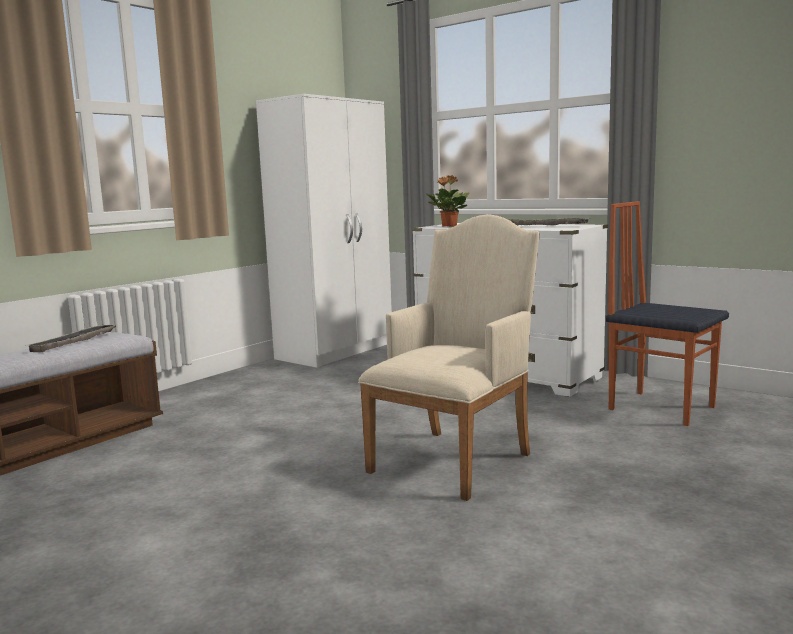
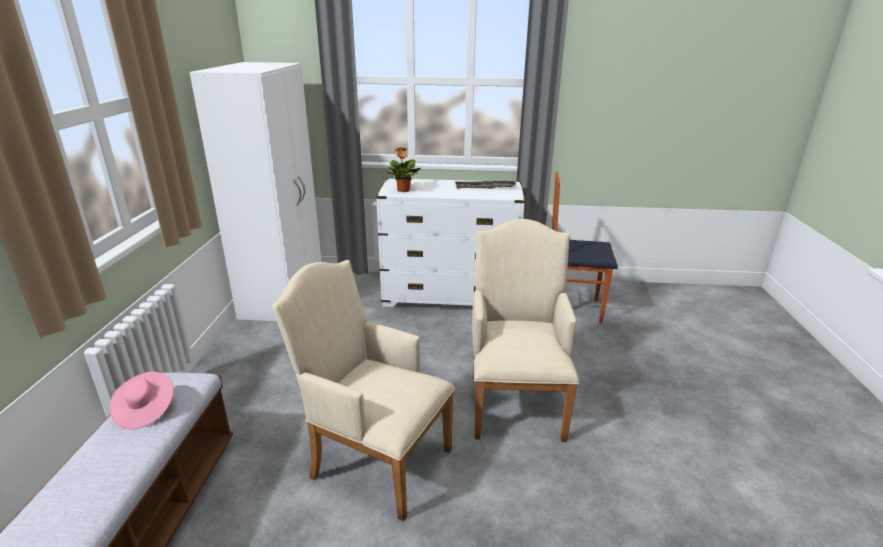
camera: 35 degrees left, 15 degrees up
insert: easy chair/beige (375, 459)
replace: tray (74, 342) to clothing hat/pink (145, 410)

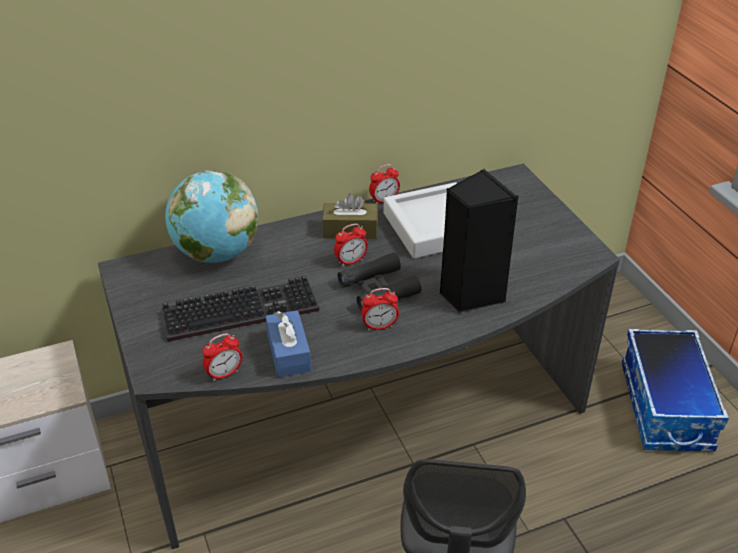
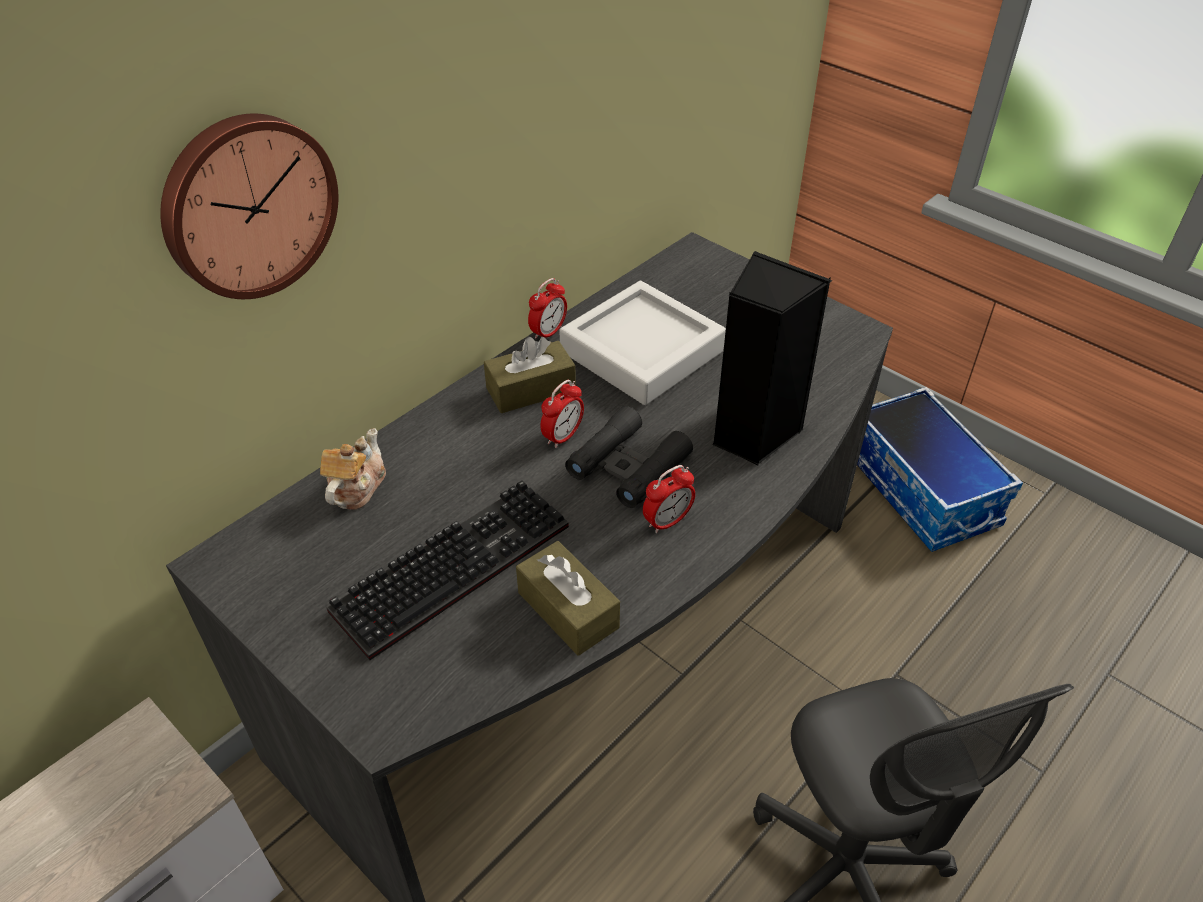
camera: 25 degrees left, 5 degrees up
delete: alarm clock (224, 374)
insert: wall clock (247, 205)
replace: globe (216, 254) to teapot (356, 487)
recolor: tissue holder/blue (288, 353) to tissue holder/brown-coloured (568, 610)

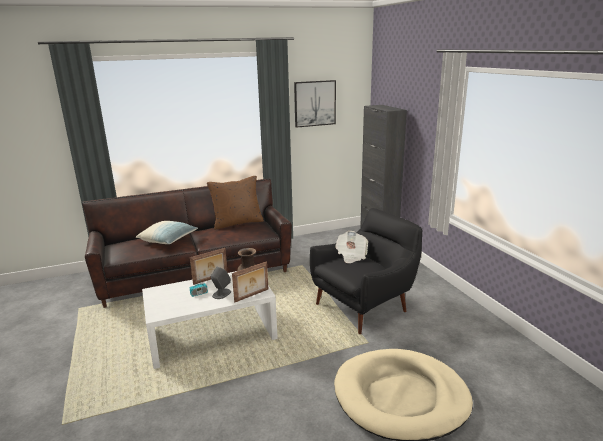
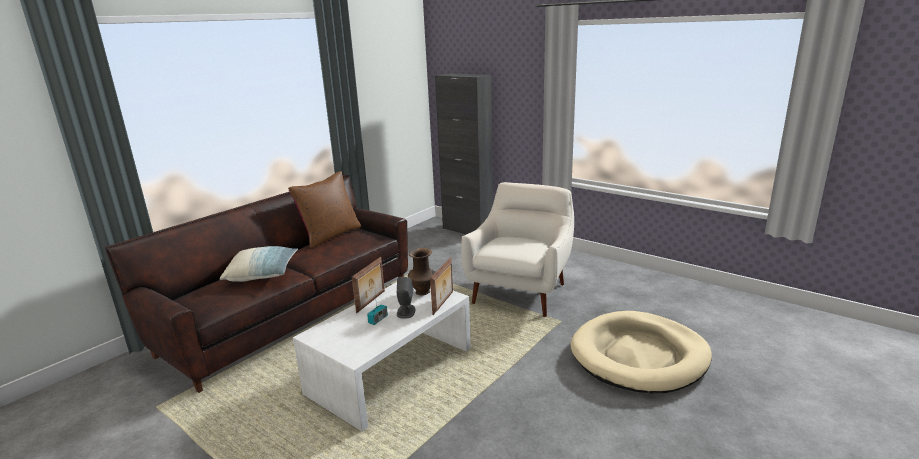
camera: 30 degrees left, 0 degrees up
delete: picture (314, 103); printed paper (351, 255)
recolor: easy chair/black-coloured (364, 306) to easy chair/white (520, 291)

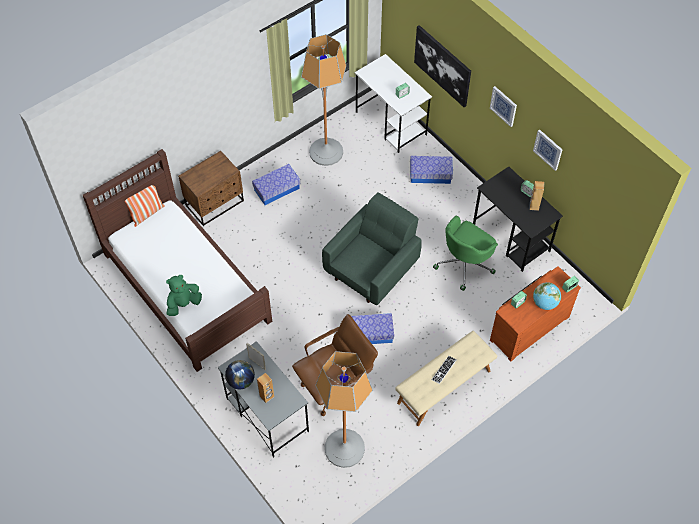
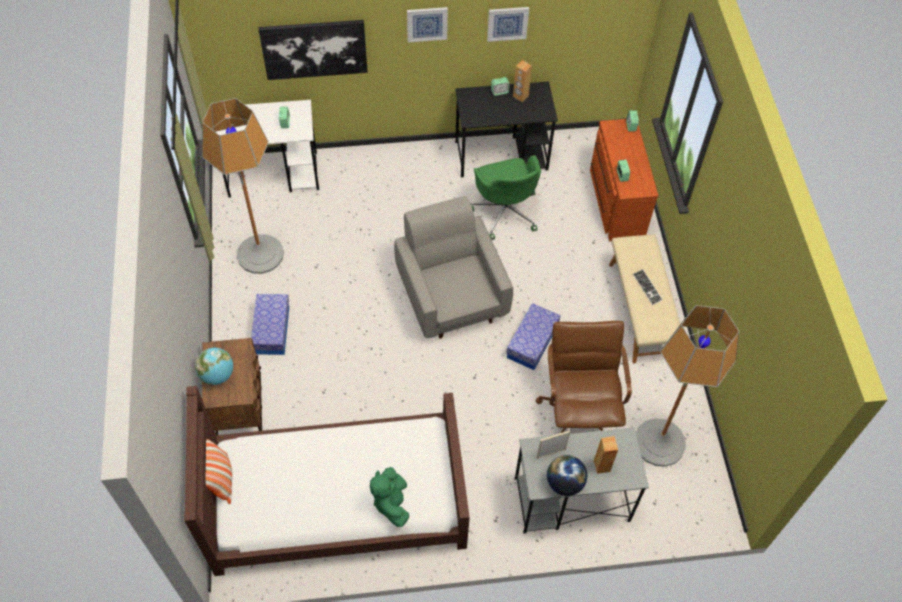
camera: 60 degrees left, 0 degrees up
delete: storage container (430, 174)
move: globe (545, 303) to (217, 375)
recolor: easy chair/green (372, 269) to easy chair/gray (451, 295)

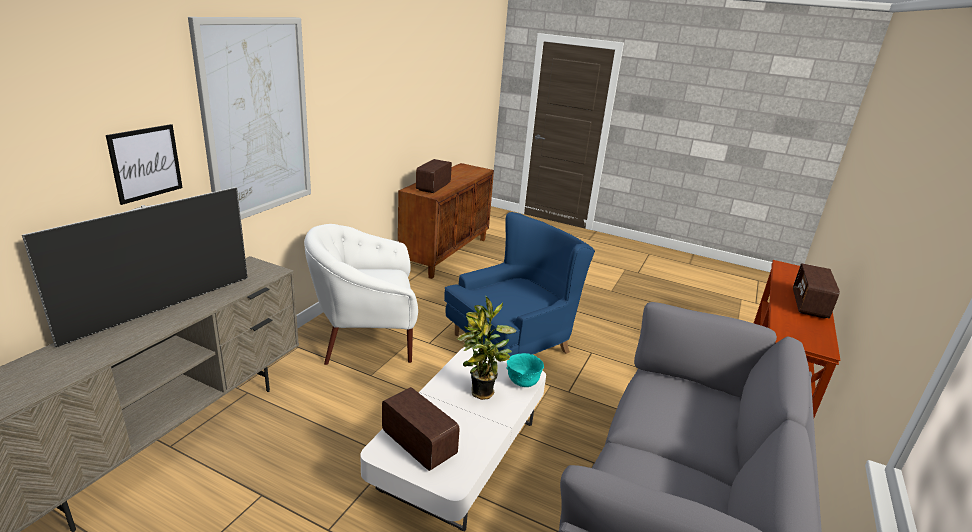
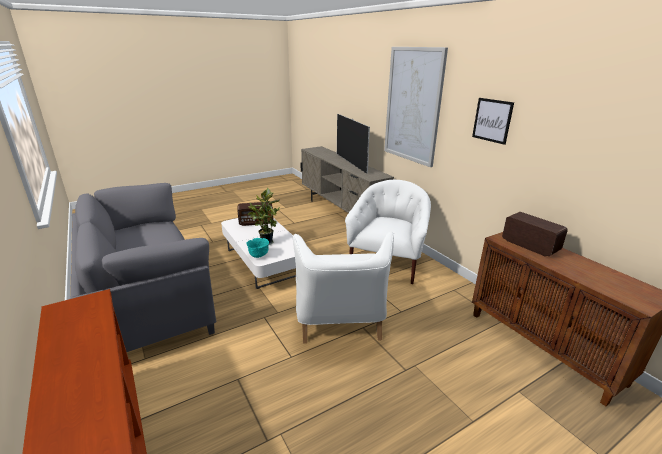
camera: 125 degrees right, 0 degrees up
delete: radio (809, 305)
move: picture (146, 163) to (492, 120)
recolor: easy chair/blue (514, 342) to easy chair/white (339, 319)

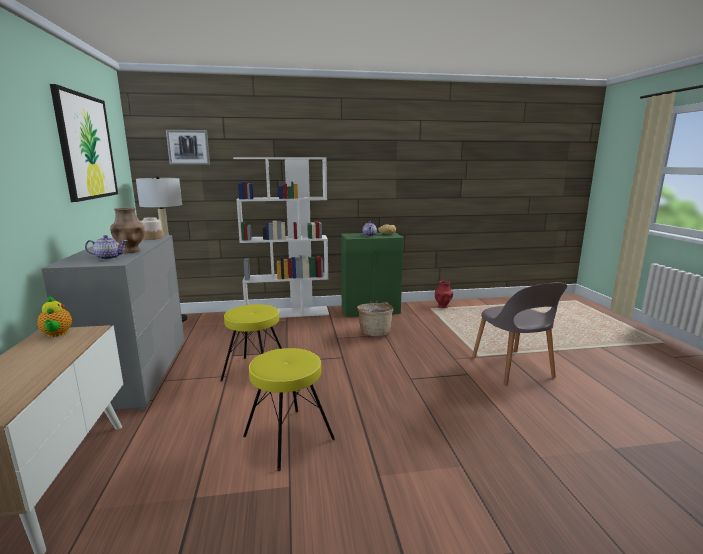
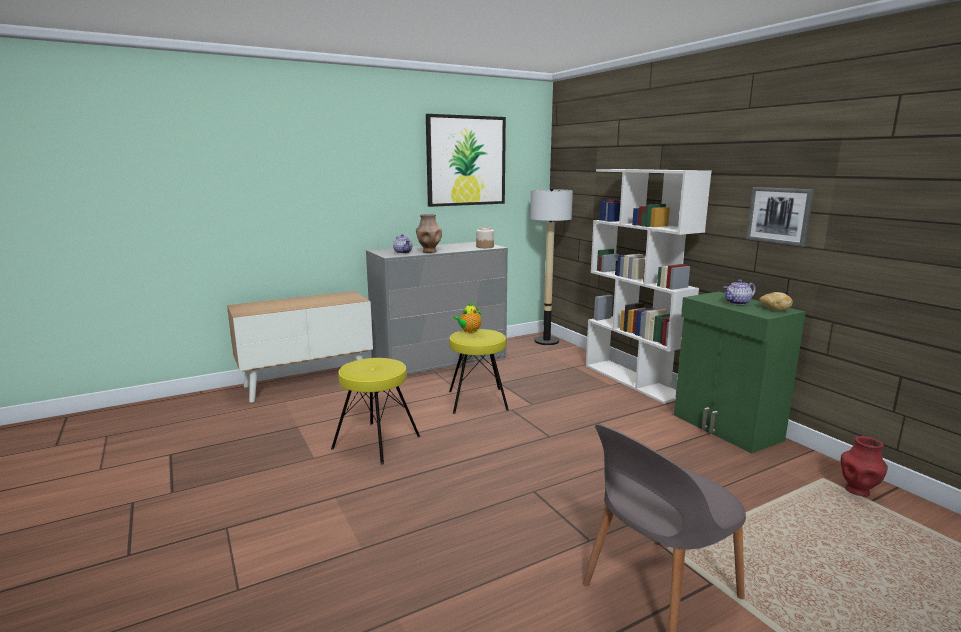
camera: 70 degrees right, 0 degrees up
delete: basket (375, 332)
move: teapot (57, 334) to (469, 331); picture (188, 147) to (779, 215)

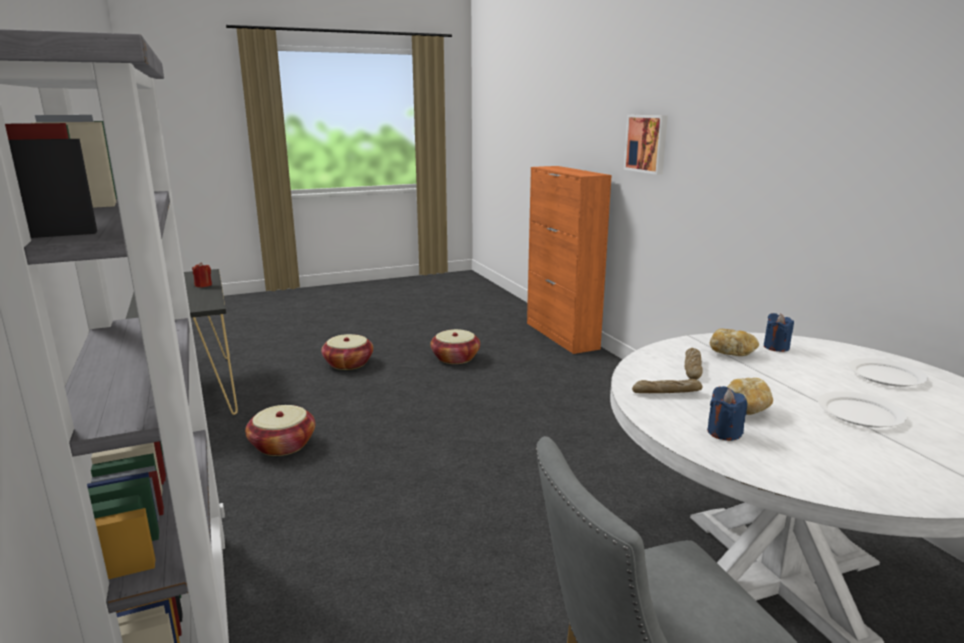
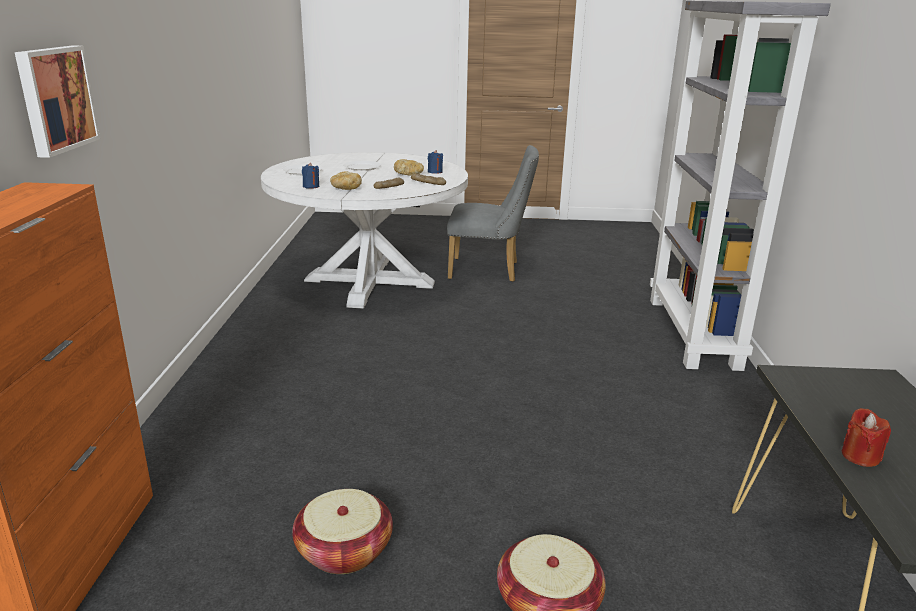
camera: 155 degrees left, 5 degrees up
delete: basket (282, 445)

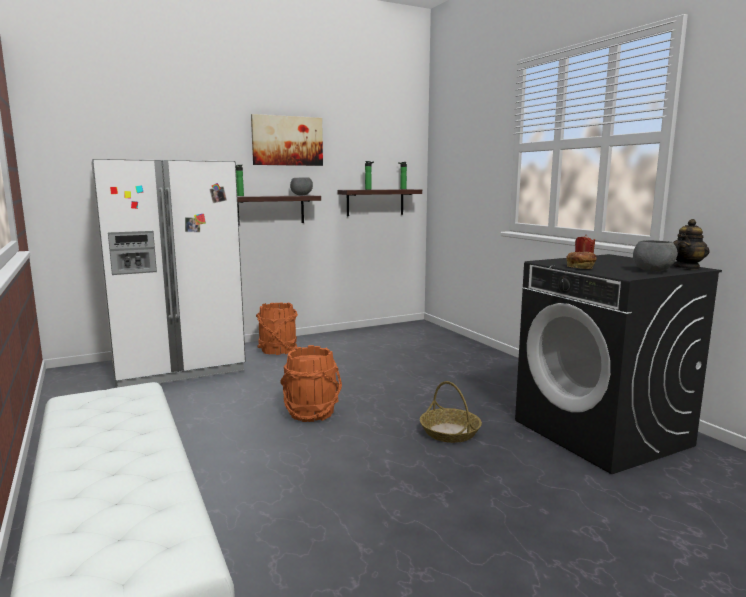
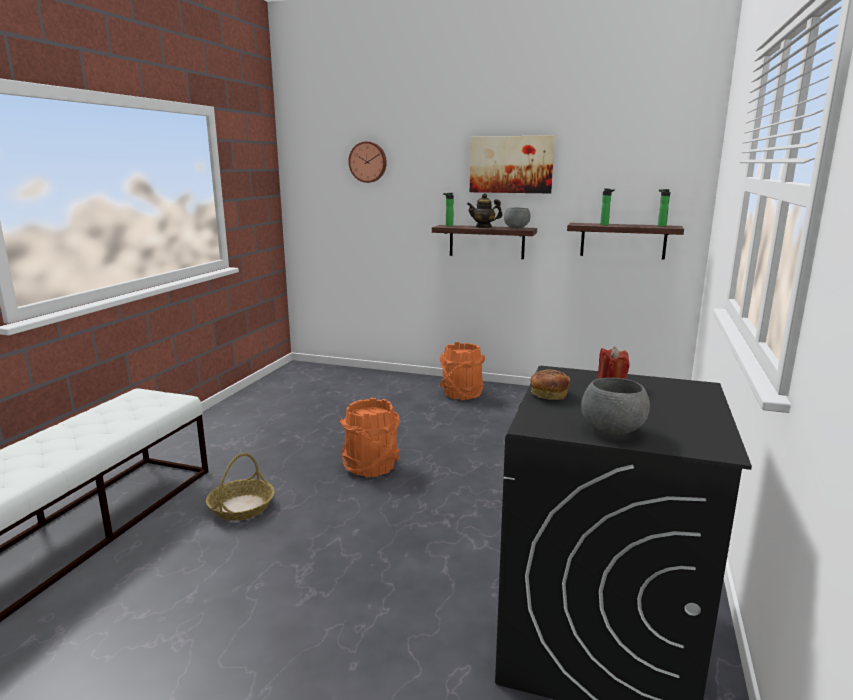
camera: 45 degrees right, 5 degrees up
delete: kitchen fridge/white (177, 366)
insert: wall clock (368, 162)
move: basket (450, 432) to (241, 507); teapot (687, 267) to (484, 227)

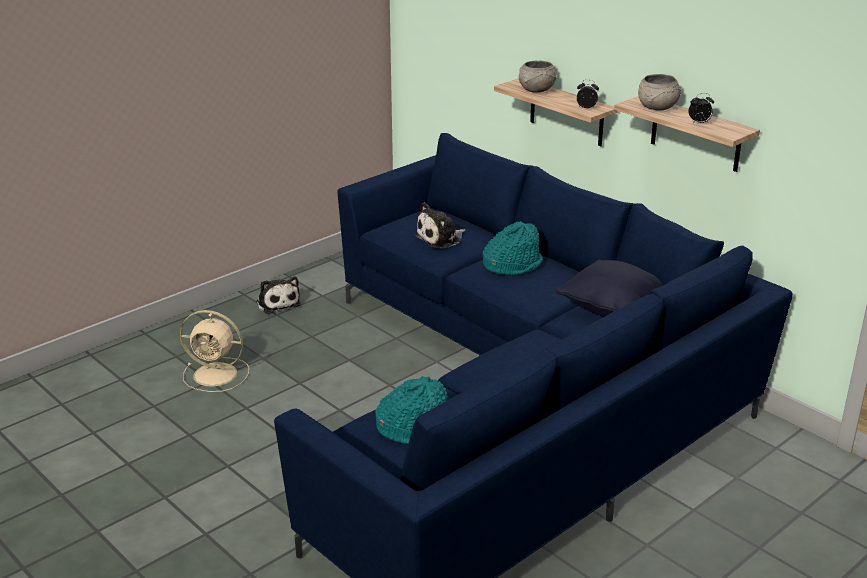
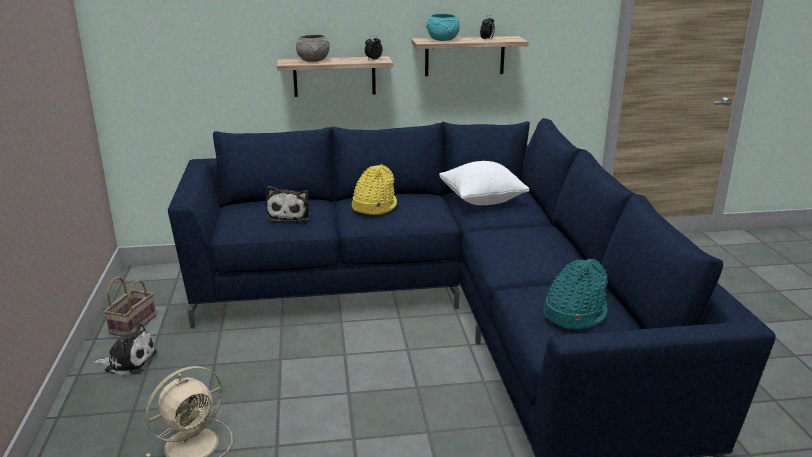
camera: 55 degrees left, 5 degrees down
insert: basket (133, 324)
recolor: clothing hat/turquoise (512, 265) to clothing hat/yellowish (373, 206); pillow/black-coloured (612, 309) to pillow/white (482, 200); serving bowl/gray (658, 107) to serving bowl/turquoise (443, 40)

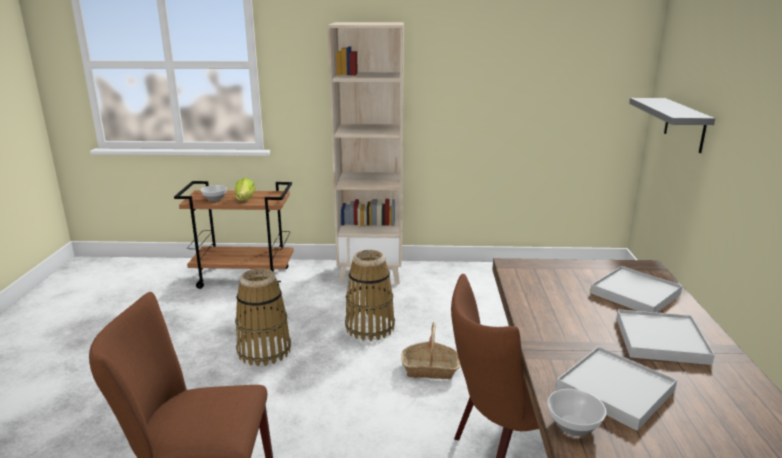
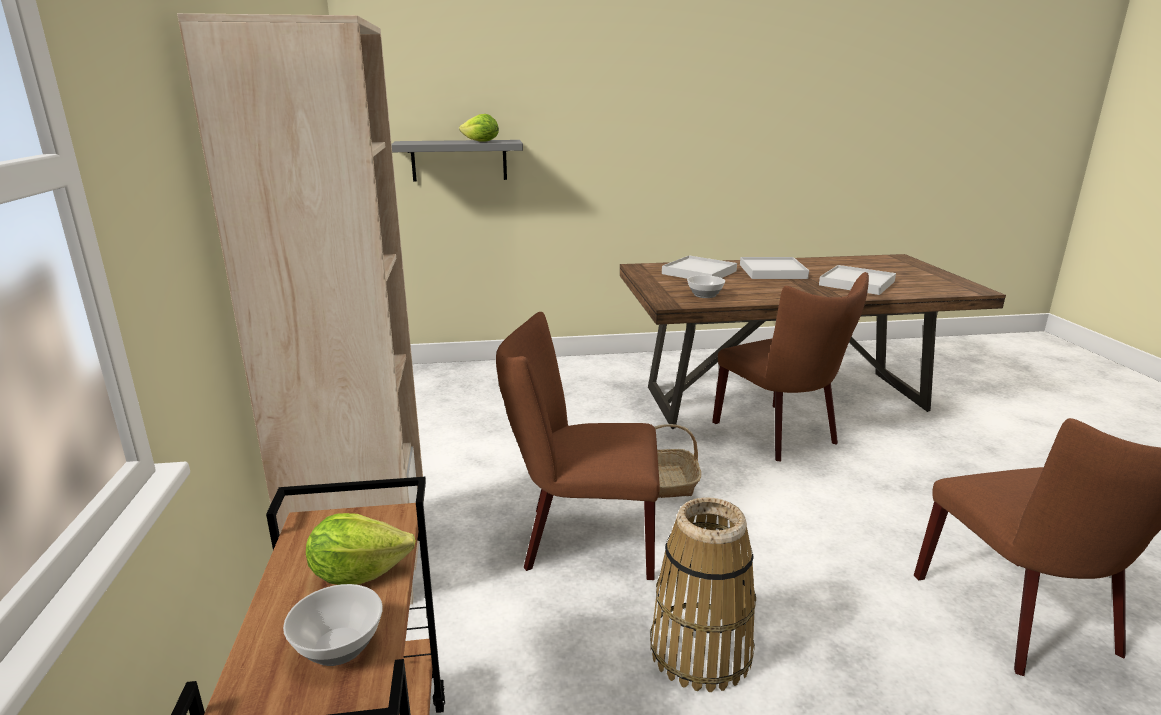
camera: 100 degrees left, 0 degrees up
insert: lettuce (481, 142)
move: serving bowl (574, 426) to (705, 295)
replace: basket (370, 327) to upright chair/brown-coloured (581, 540)

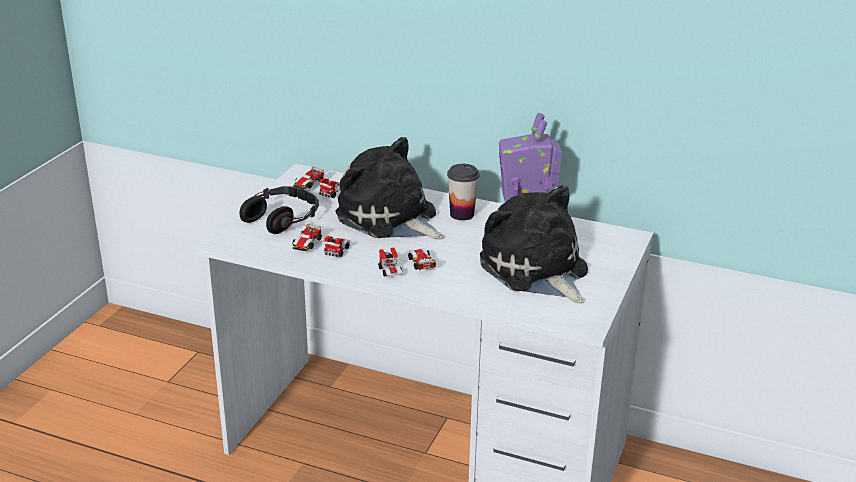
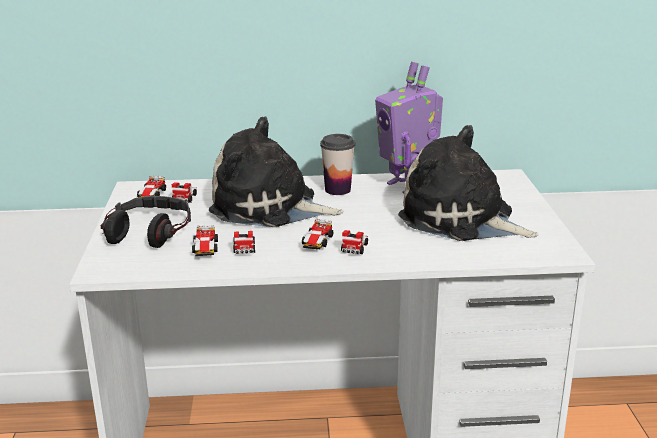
camera: 25 degrees left, 5 degrees down
rotate: miniature car (406, 268) = (335, 247) 120 degrees counterclockwise

